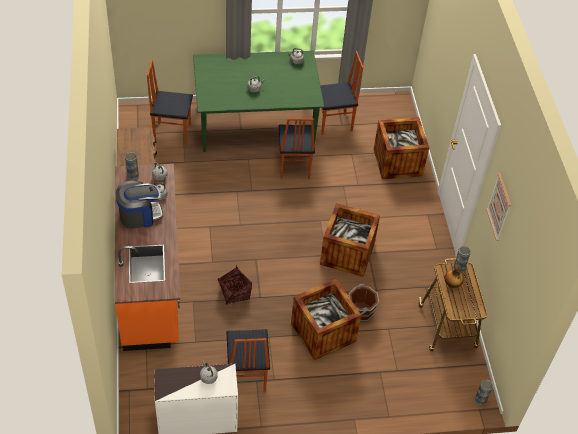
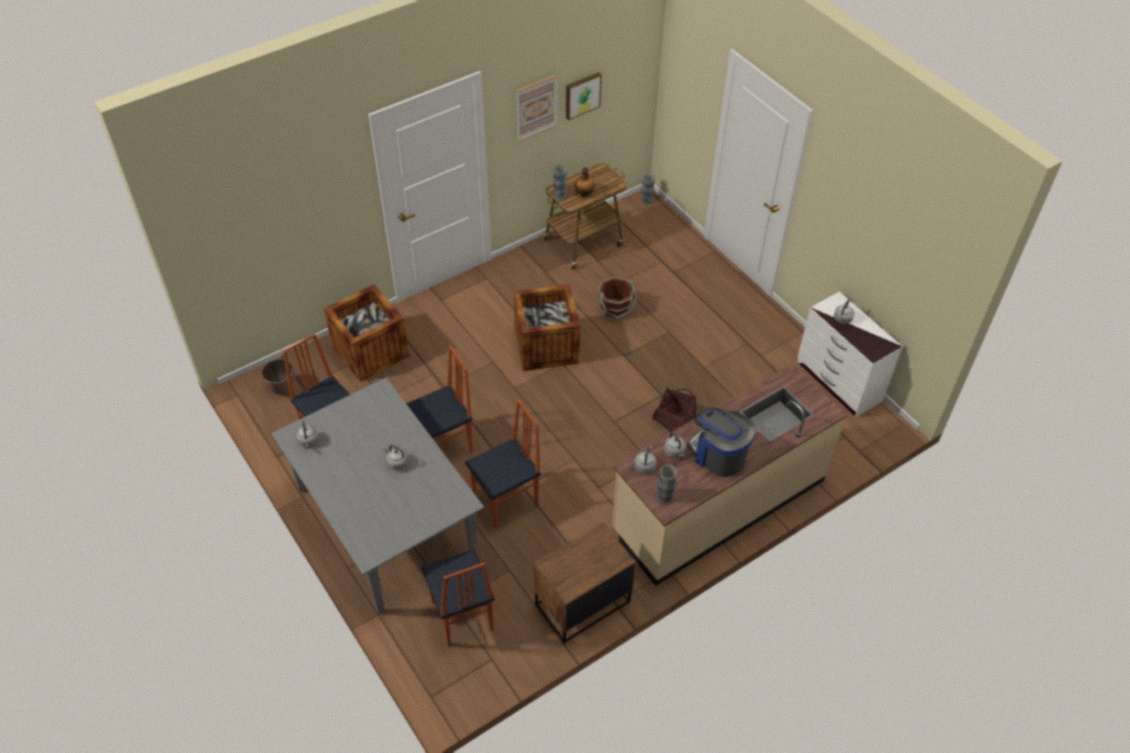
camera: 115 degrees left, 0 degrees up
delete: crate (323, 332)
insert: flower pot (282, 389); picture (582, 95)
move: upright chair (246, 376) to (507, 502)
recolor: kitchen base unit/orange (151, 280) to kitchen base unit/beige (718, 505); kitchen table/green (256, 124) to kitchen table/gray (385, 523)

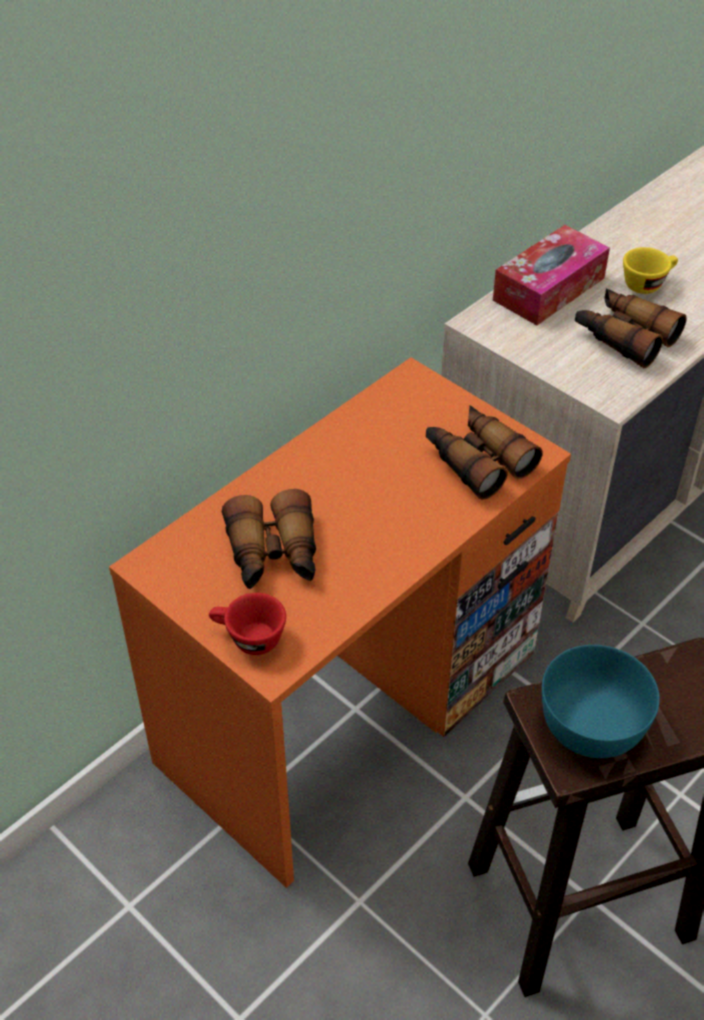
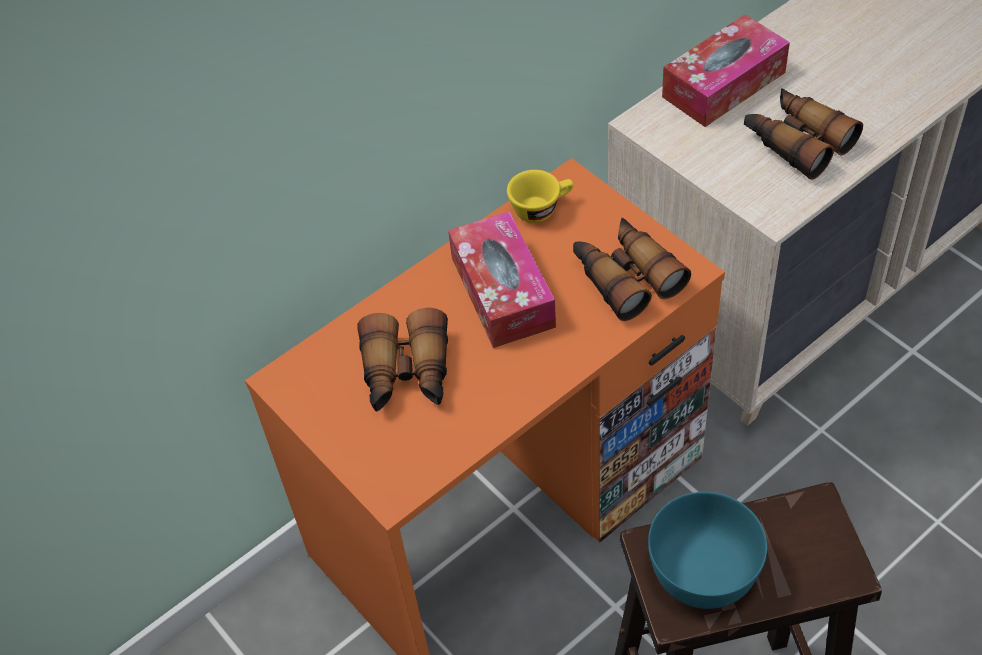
camera: 10 degrees right, 5 degrees up
delete: cup/reddish (248, 638)
insert: tissue holder (502, 292)
move: cup/yellowish (647, 283) to (541, 208)

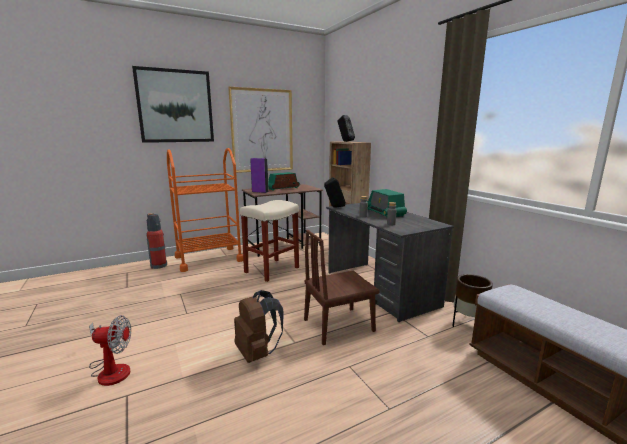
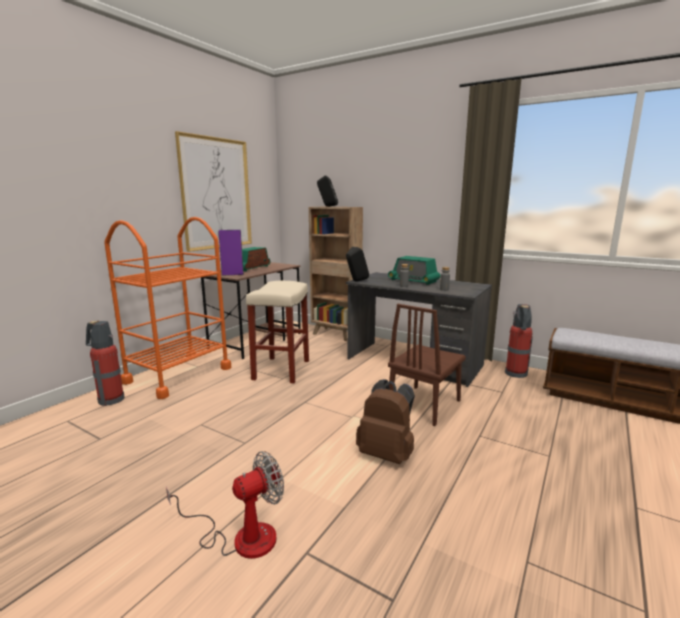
camera: 30 degrees left, 0 degrees up
delete: picture (175, 106)
replace: flower pot/brown-coloured (468, 324) to extinguisher (516, 374)

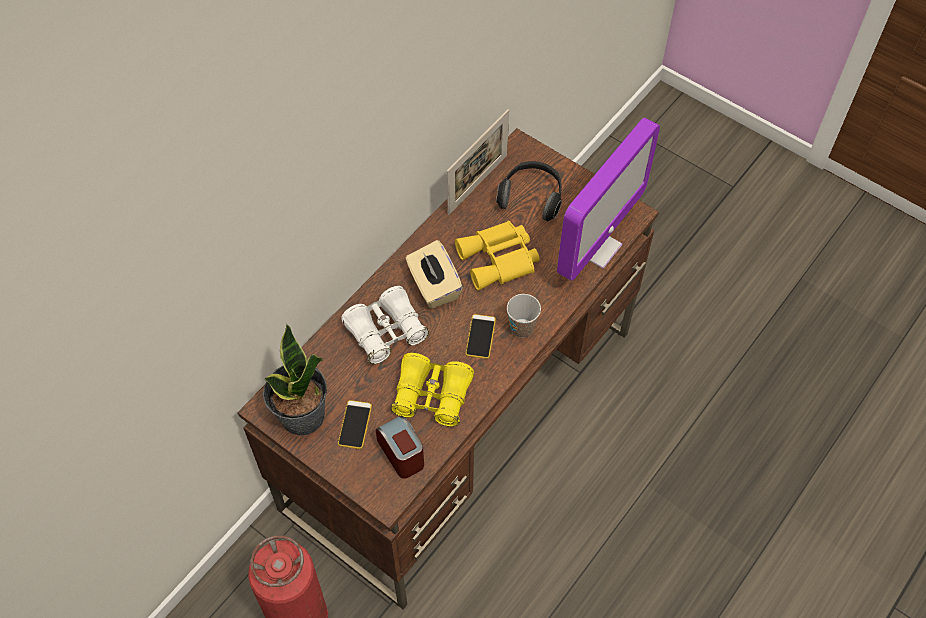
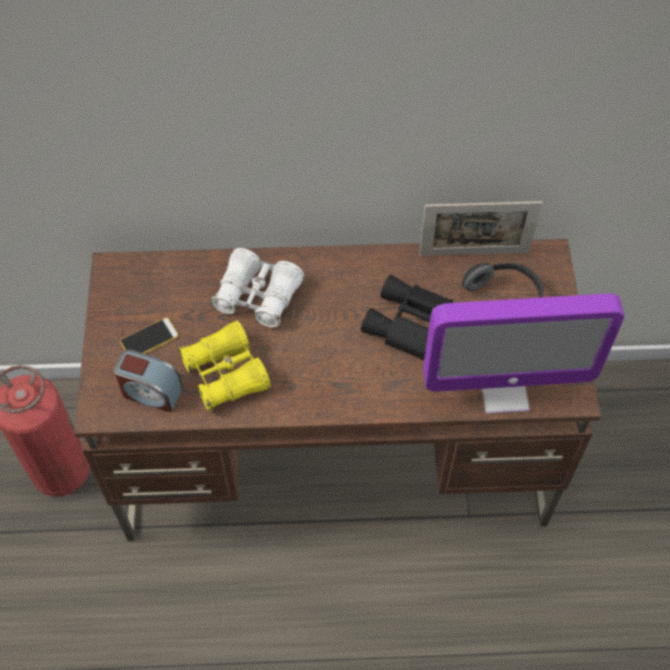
camera: 50 degrees right, 0 degrees up
delete: houseplant (302, 416); tissue holder/beige (433, 286); phone (480, 336); cup (522, 328)
recolor: binoculars/yellowish (499, 260) to binoculars/black-coloured (411, 326)
rotate: alarm clock (402, 453) = (151, 392) 90 degrees clockwise

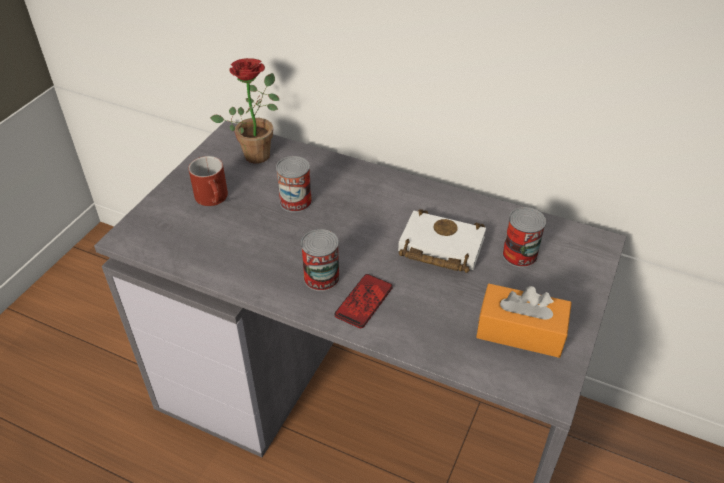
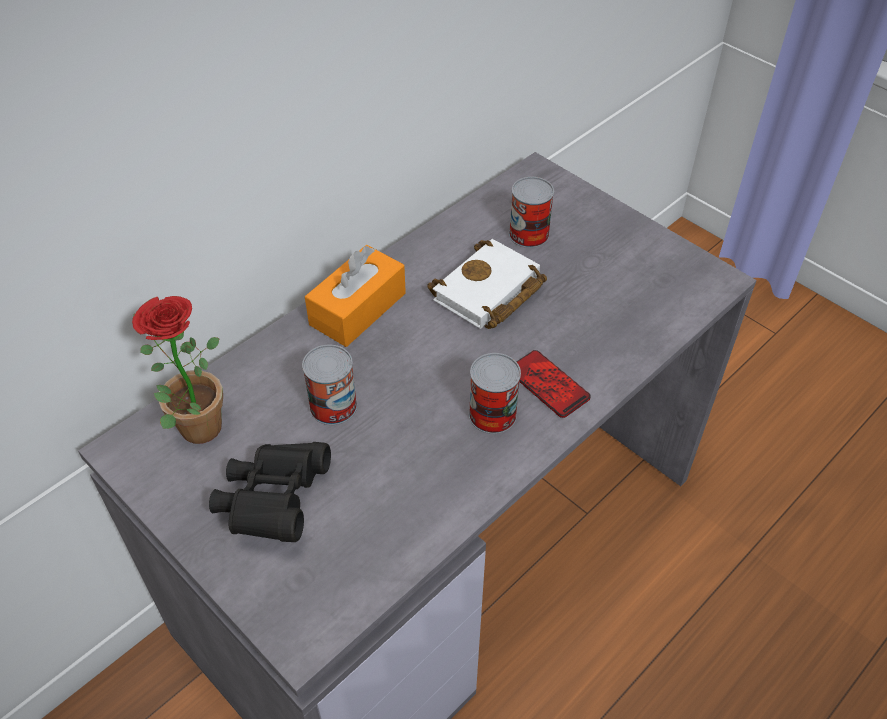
camera: 70 degrees left, 5 degrees up
move: tissue holder/orange (520, 331) to (358, 309)
replace: mug/reddish (214, 199) to binoculars/black-coloured (274, 501)

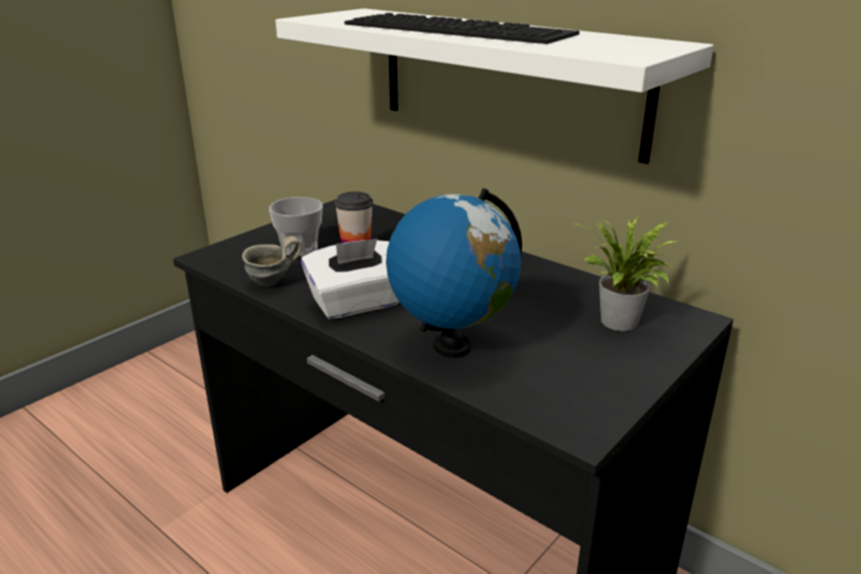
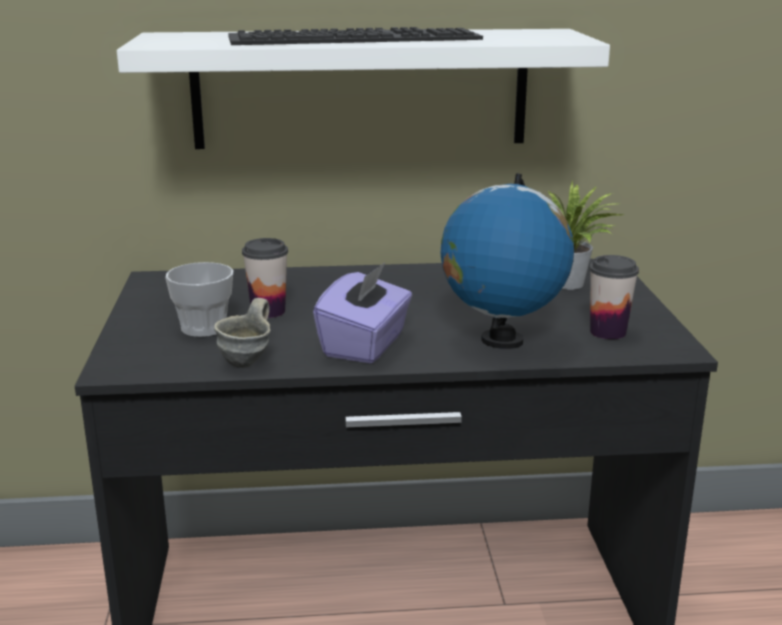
camera: 45 degrees left, 5 degrees down
insert: cup (608, 332)
recolor: tissue holder/white (357, 304) to tissue holder/purple-coloured (365, 345)

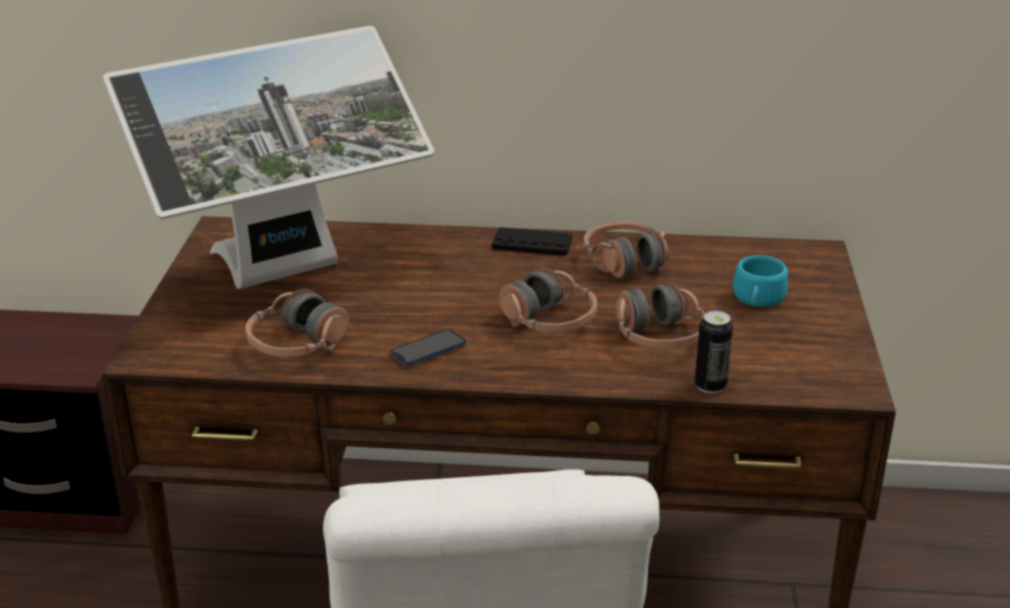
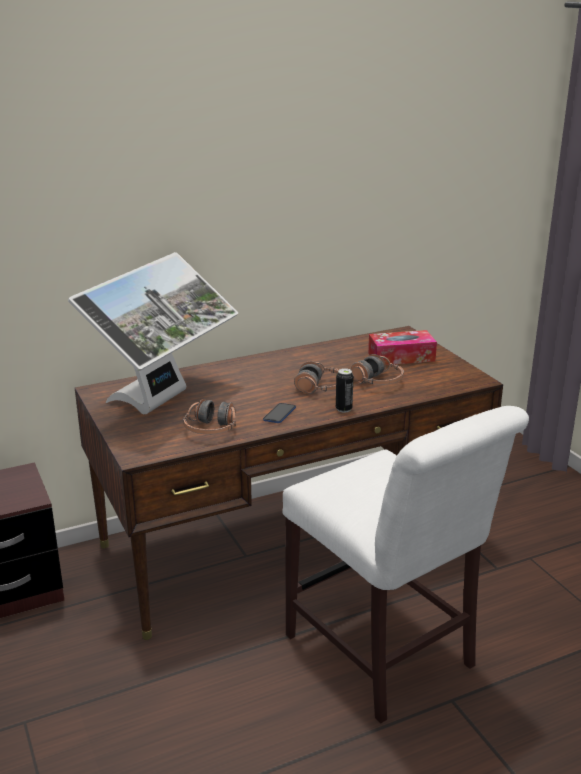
camera: 30 degrees left, 5 degrees down
delete: gamepad/black-coloured (532, 243); pair of headphones (625, 261)
move: sealed can (710, 386) to (343, 409)
replace: cup/turquoise (757, 300) to tissue holder (401, 357)

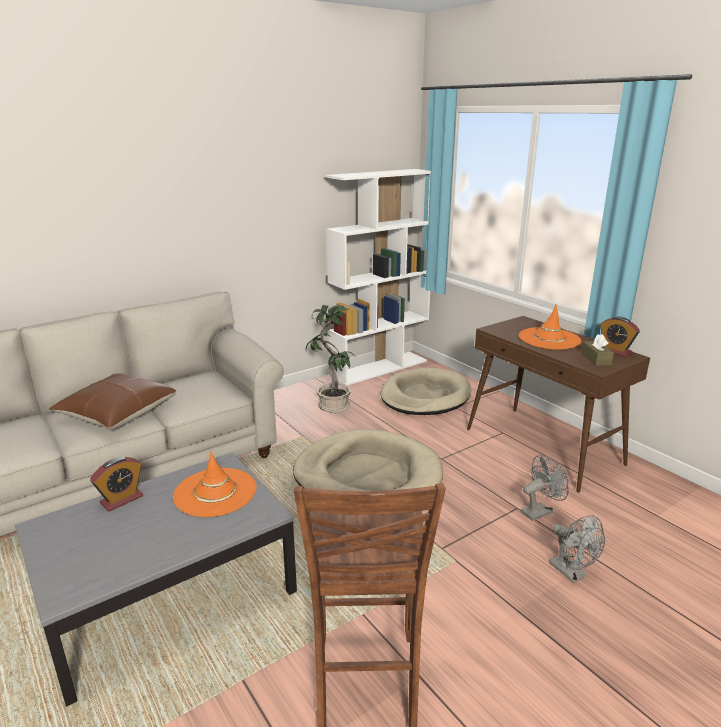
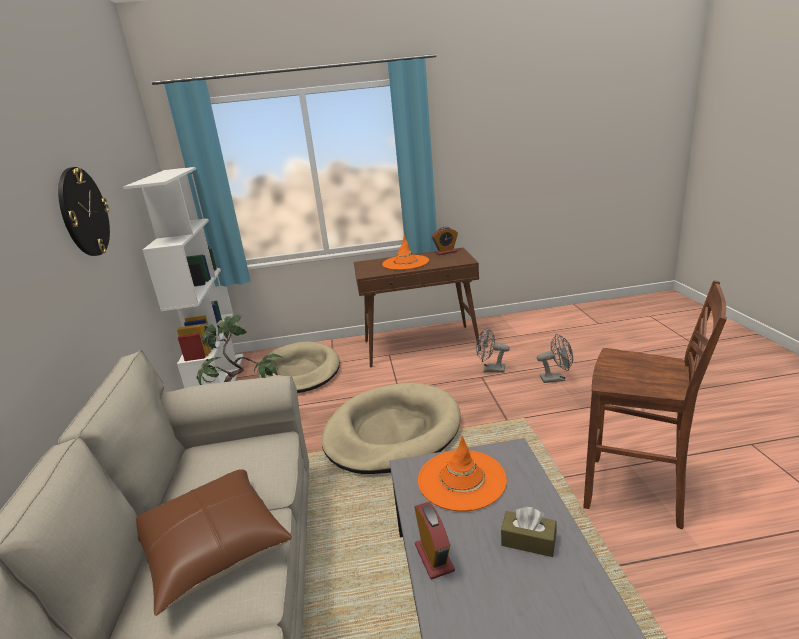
camera: 60 degrees left, 0 degrees up
insert: wall clock (84, 212)
move: tissue holder/brown-coloured (596, 359) to (528, 541)
rotate: fan/gray (540, 511) = (490, 369) 75 degrees counterclockwise

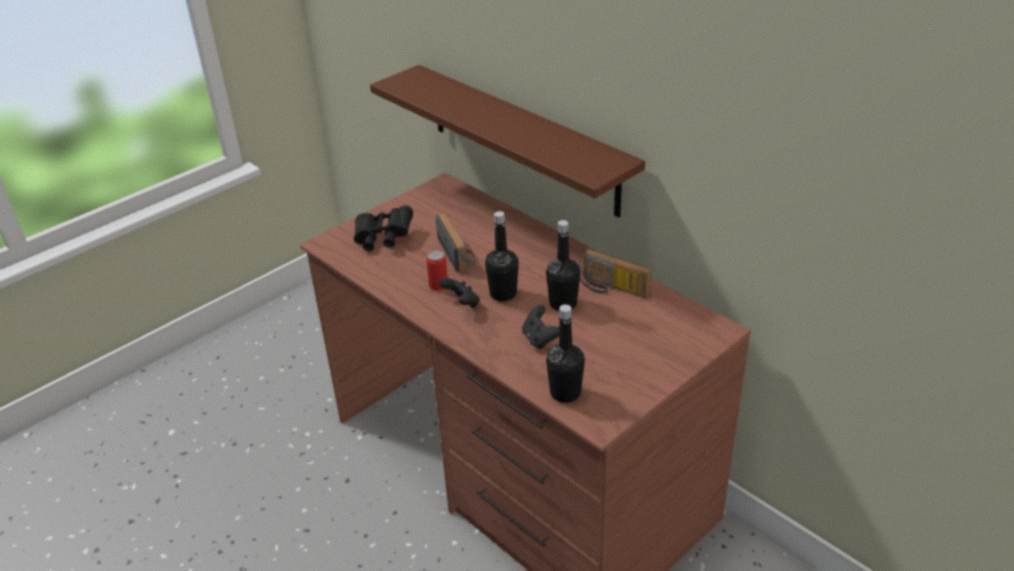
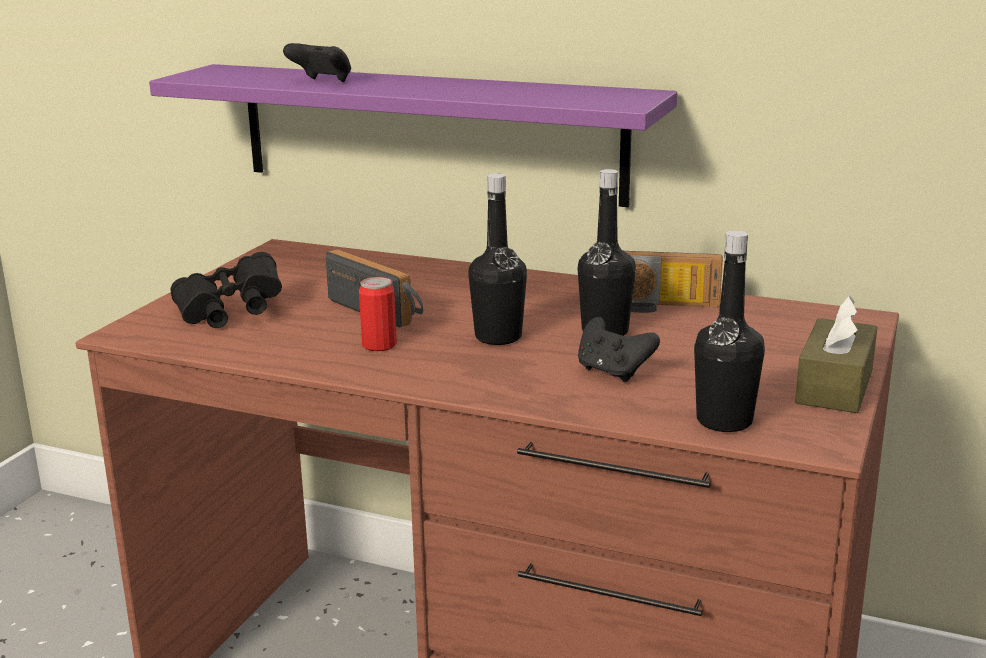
camera: 25 degrees left, 15 degrees down
insert: tissue holder/brown-coloured (834, 386)
move: gamepad/black-coloured (462, 303) to (322, 82)
recolor: shelf/brown-coloured (522, 139) to shelf/purple-coloured (429, 132)

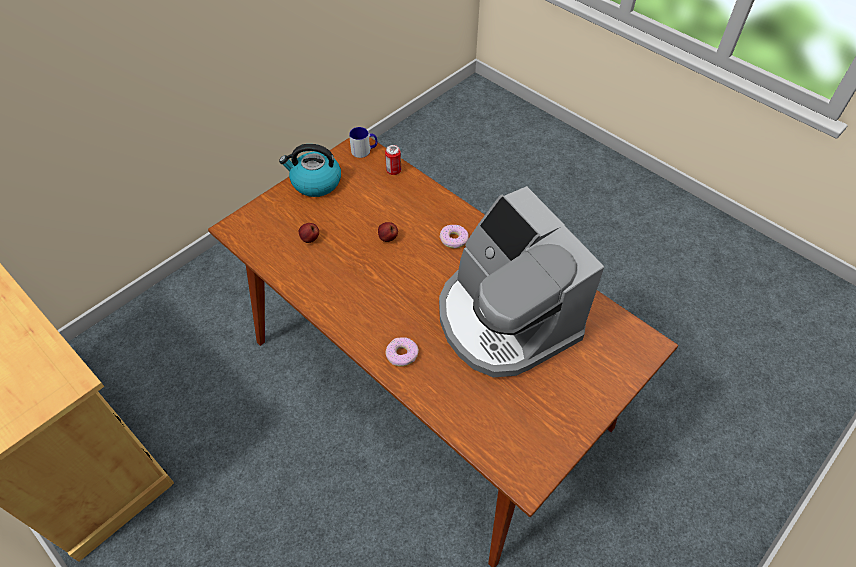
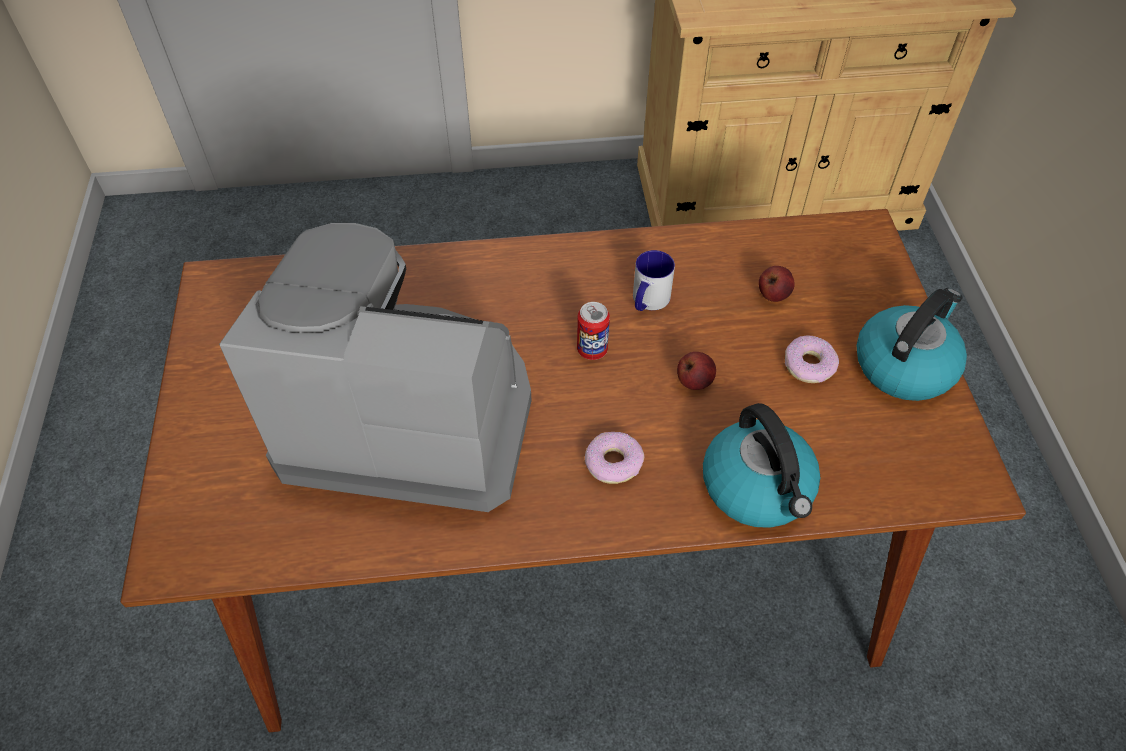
camera: 130 degrees right, 0 degrees up
insert: kettle (758, 488)
move: mug (364, 150) to (648, 301); sealed can (393, 171) to (592, 350); donut (401, 354) to (809, 365)

